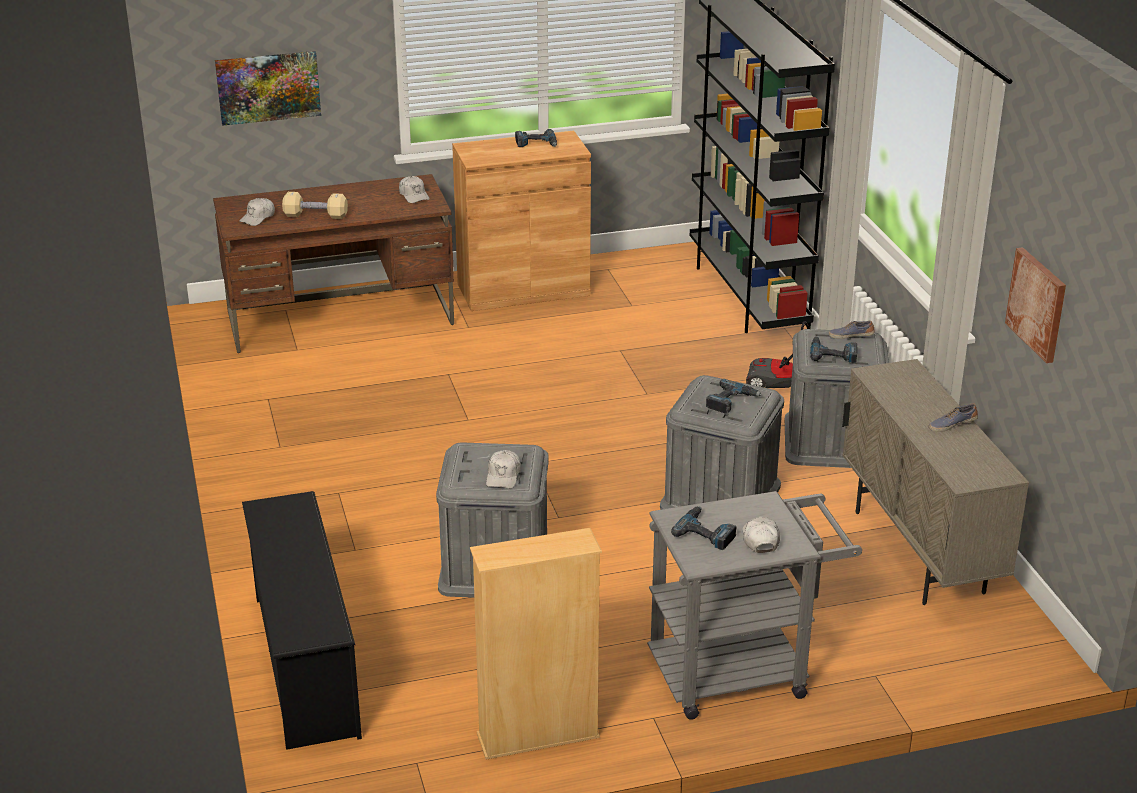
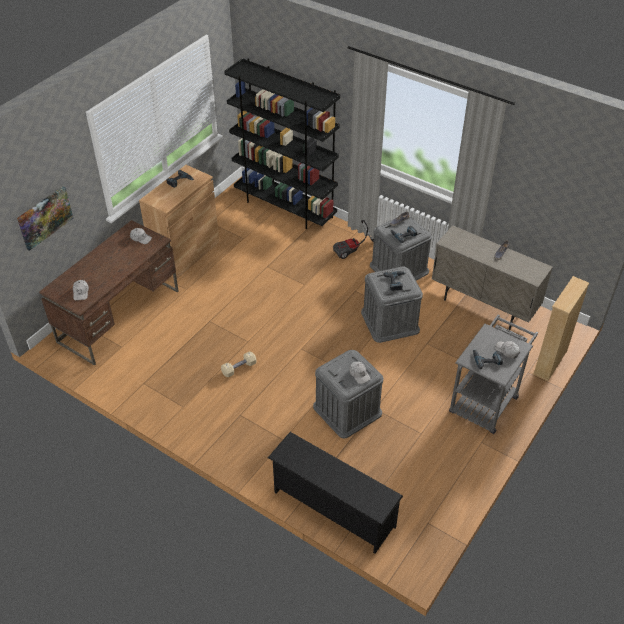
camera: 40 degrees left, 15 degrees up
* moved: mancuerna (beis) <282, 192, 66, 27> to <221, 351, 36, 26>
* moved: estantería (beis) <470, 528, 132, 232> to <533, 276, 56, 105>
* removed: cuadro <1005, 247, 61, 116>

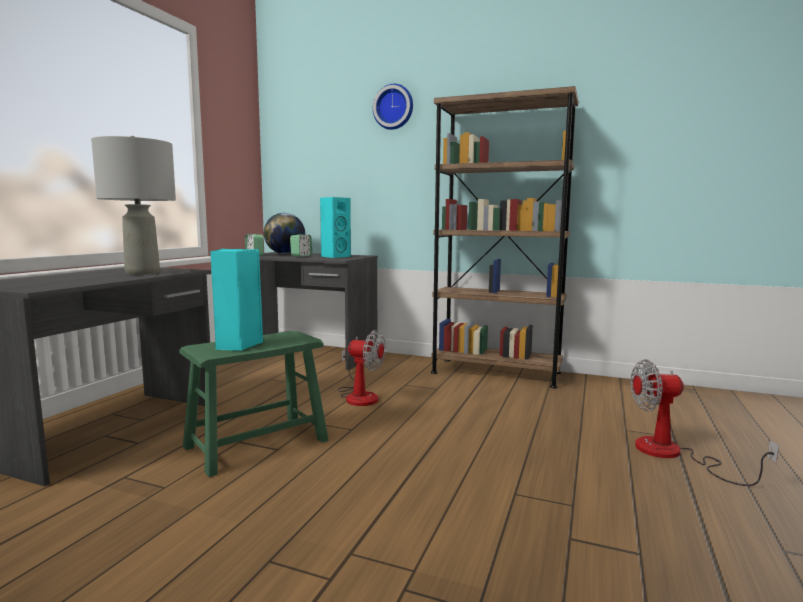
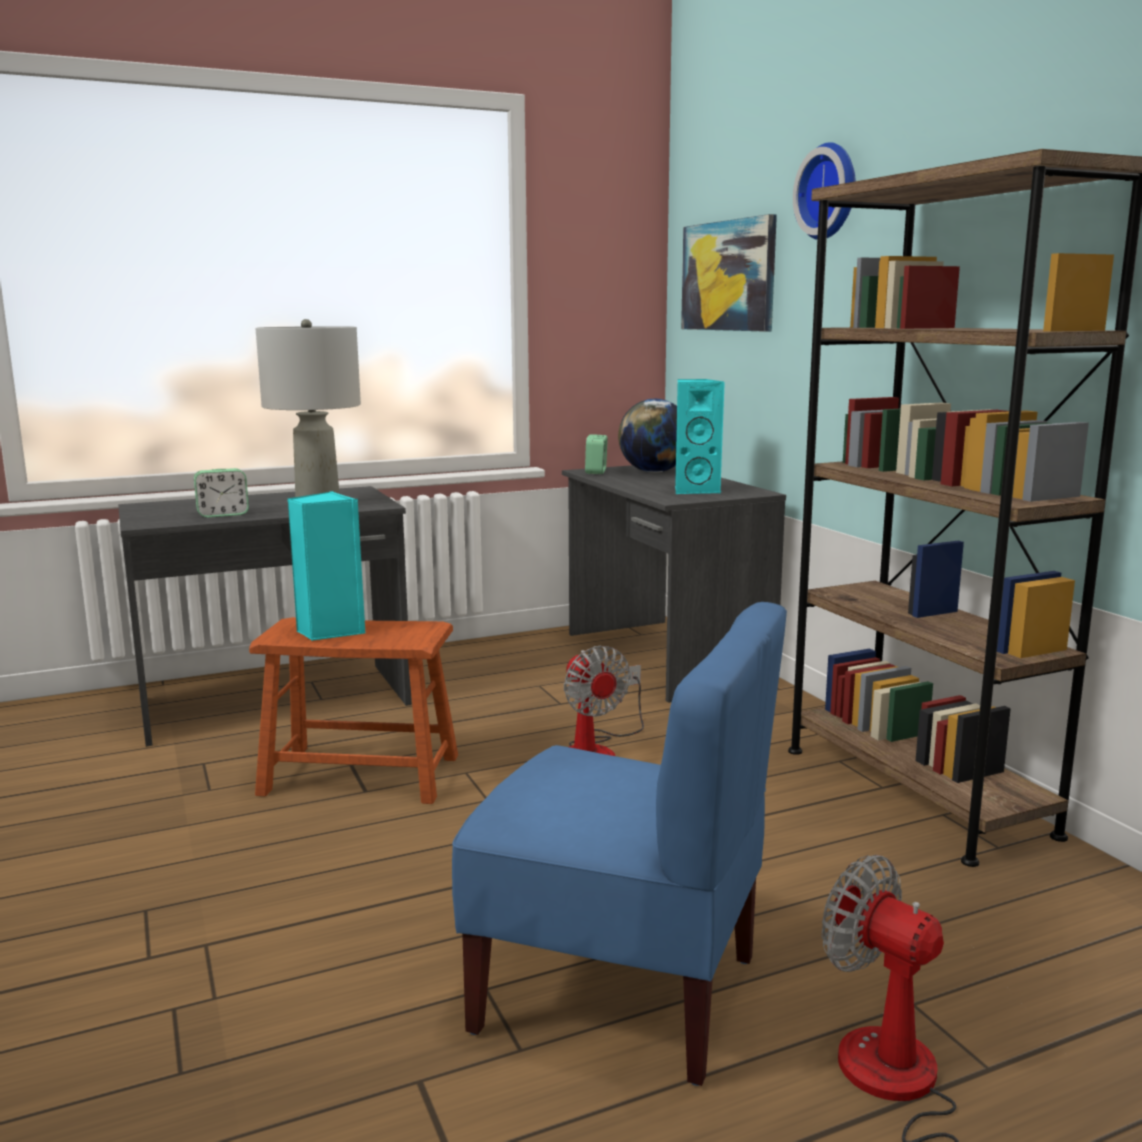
camera: 45 degrees right, 5 degrees up
* moved: despertador <290, 234, 22, 23> to <194, 468, 55, 50>
* recoloured: taburete (verde) <179, 331, 150, 146> to taburete (marrón) <249, 617, 209, 187>
* added: silla (azul) <452, 602, 335, 484>
* added: cuadro <681, 214, 96, 118>

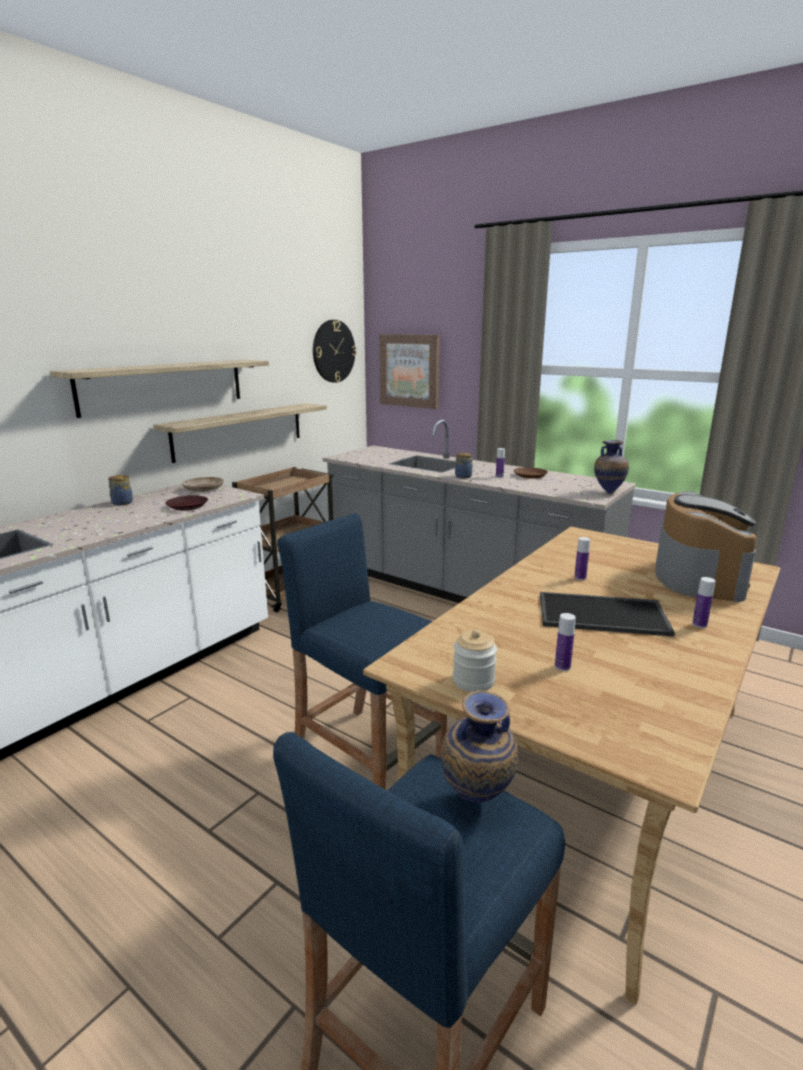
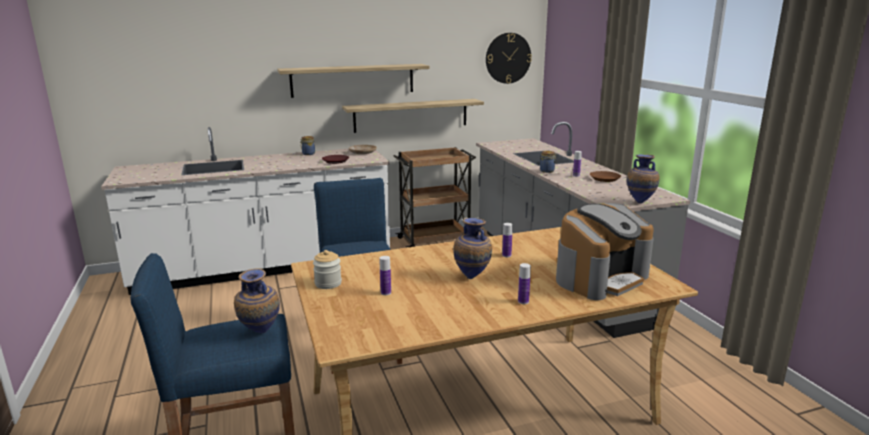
camera: 35 degrees right, 0 degrees up
* replaced: bandeja <540, 592, 135, 45> to florero <453, 218, 39, 61>
* removed: cuadro <379, 334, 61, 75>

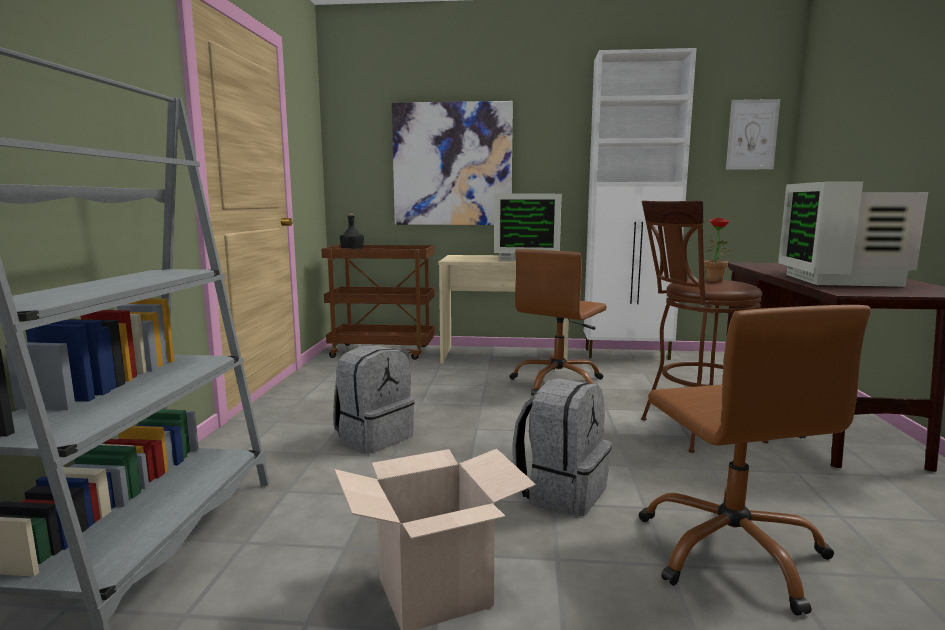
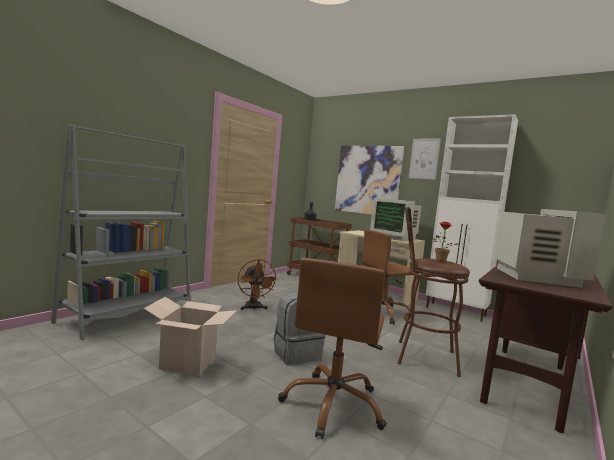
camera: 30 degrees right, 5 degrees down
* replaced: mochila (gris) <333, 345, 82, 108> to ventilador (marrón) <238, 259, 40, 51>
* moved: cuadro <726, 99, 54, 71> to <409, 138, 32, 42>
* turned: monitor <778, 181, 150, 106> = <494, 209, 112, 79> 150 degrees clockwise

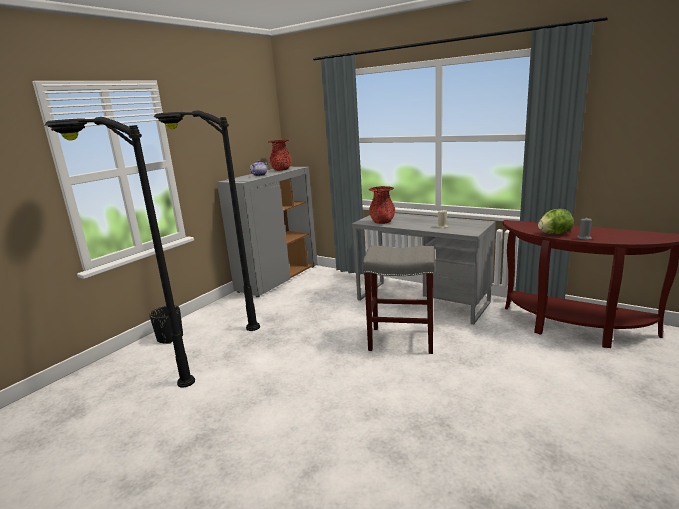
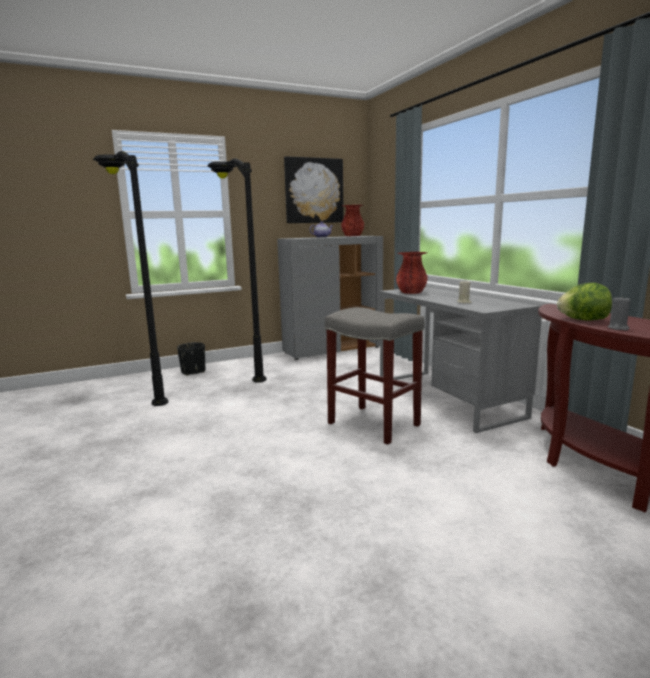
camera: 30 degrees right, 5 degrees down
* added: cuadro <284, 156, 60, 67>

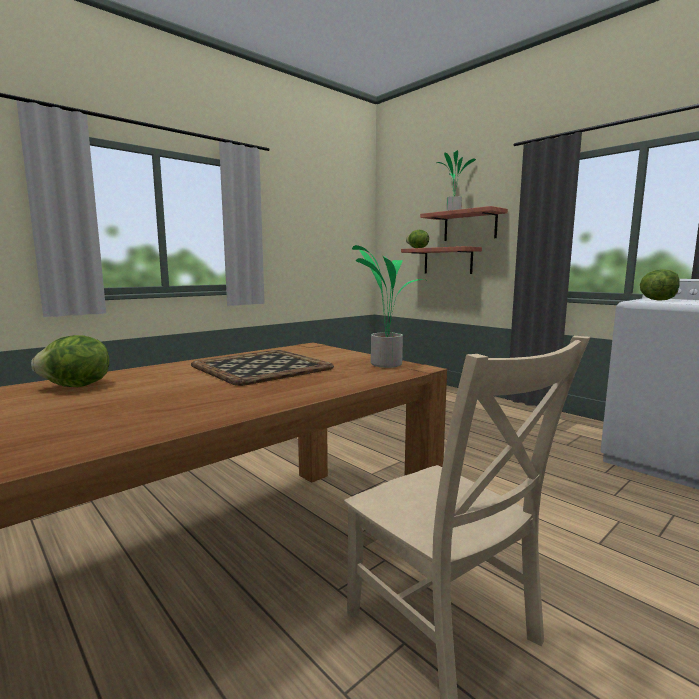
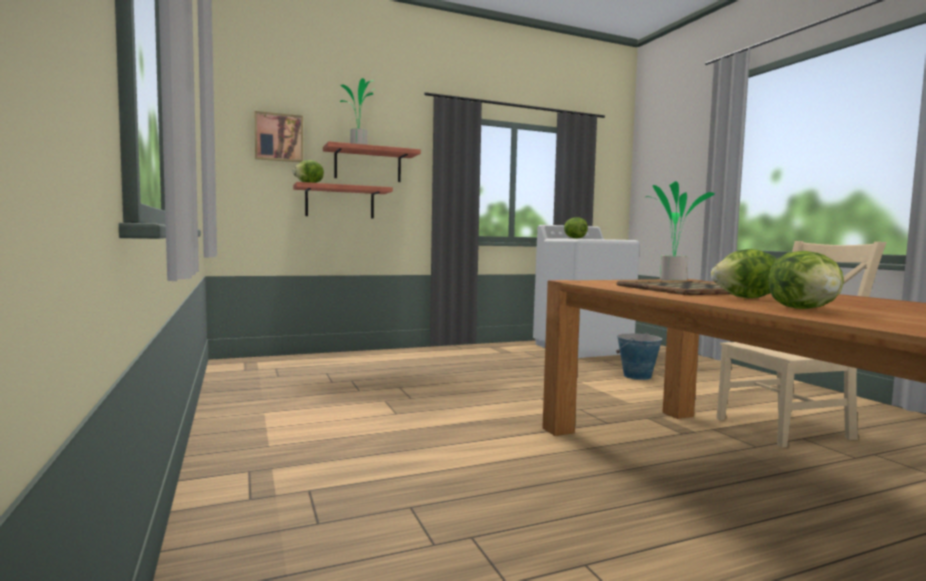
camera: 70 degrees left, 5 degrees down
* added: cuadro <254, 111, 49, 51>
* added: cubo <616, 333, 46, 47>
* added: lechuga <711, 249, 65, 49>

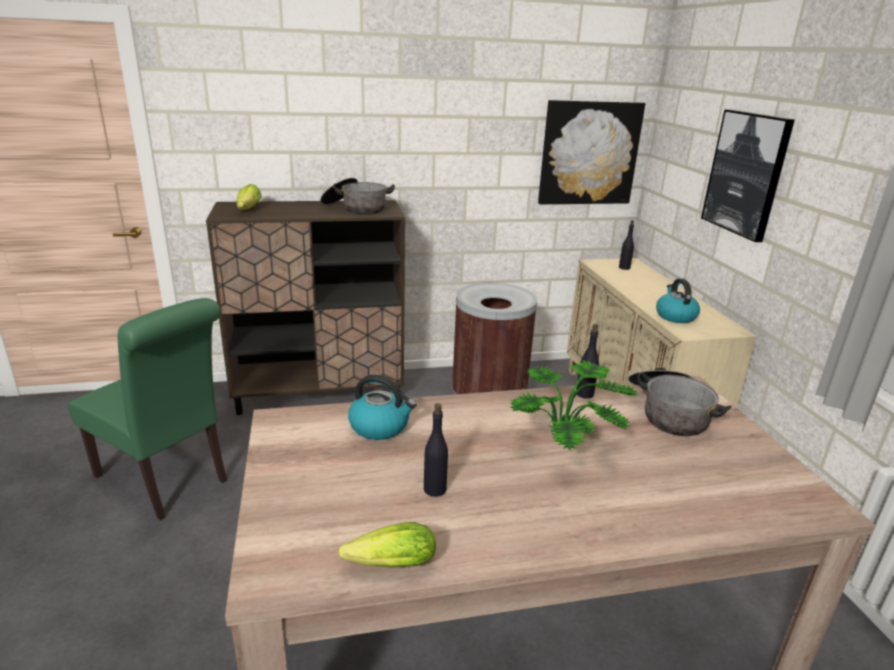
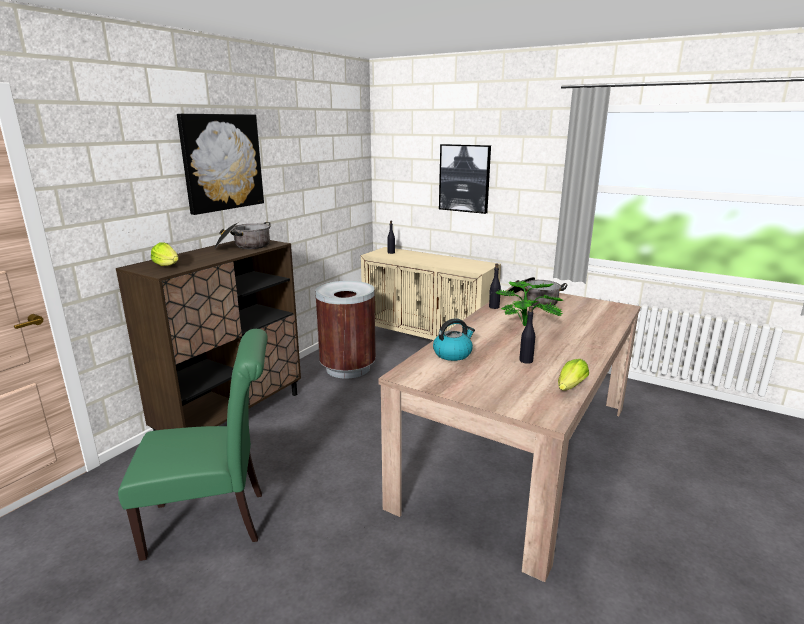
camera: 45 degrees left, 5 degrees down
* moved: cuadro <538, 100, 107, 104> to <177, 114, 87, 101>
* removed: hervidor <656, 278, 44, 45>

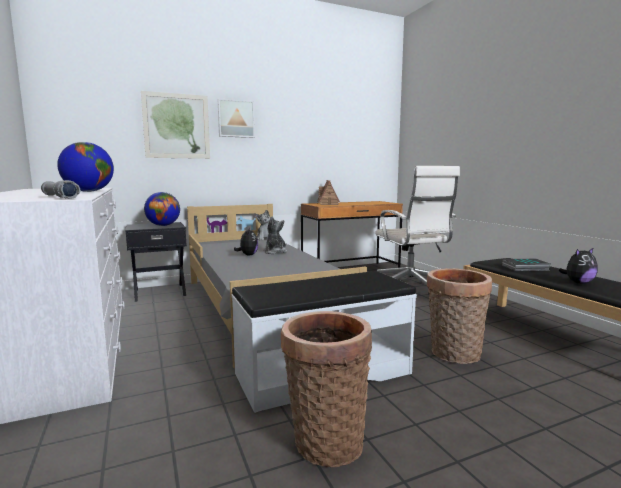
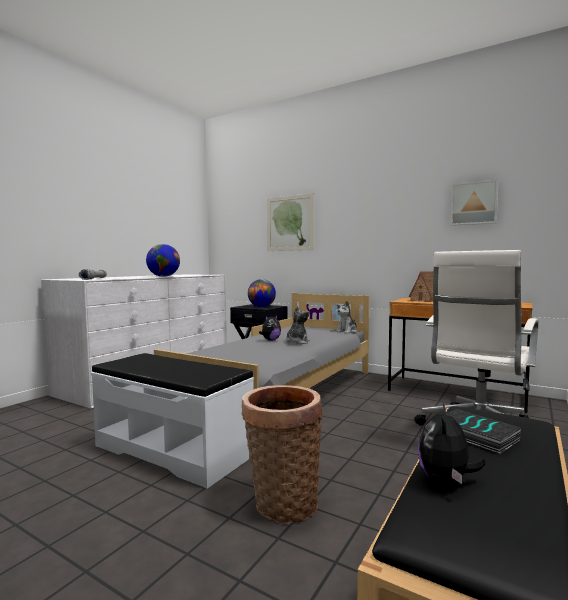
camera: 55 degrees right, 5 degrees down
* turned: peluche <559, 248, 39, 36> = <418, 404, 67, 81> 75 degrees clockwise
* moved: cuadro <218, 98, 37, 40> to <451, 179, 47, 47>
* removed: cesta <281, 311, 91, 156>

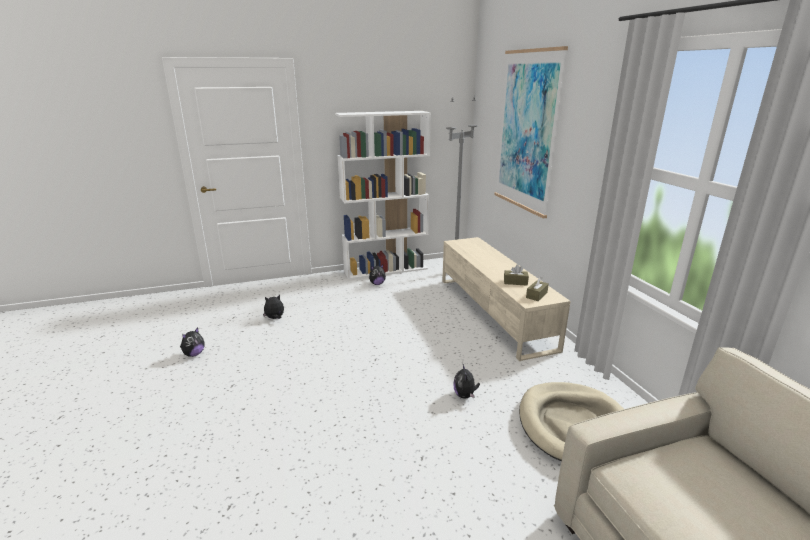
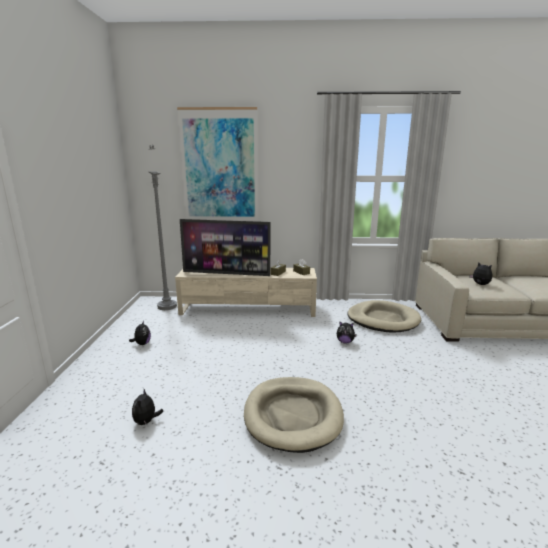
camera: 70 degrees left, 5 degrees down
* added: televisor <180, 219, 91, 57>
* added: cama para perro (beis) <244, 377, 100, 76>
* moved: peluche <180, 328, 25, 29> to <470, 262, 22, 23>
* removed: estantería (blanco) <335, 111, 96, 169>

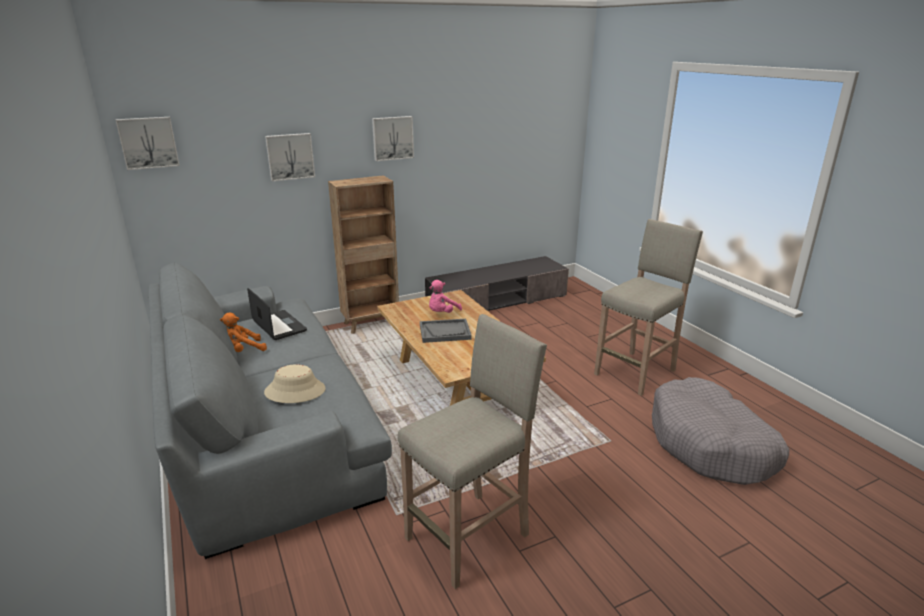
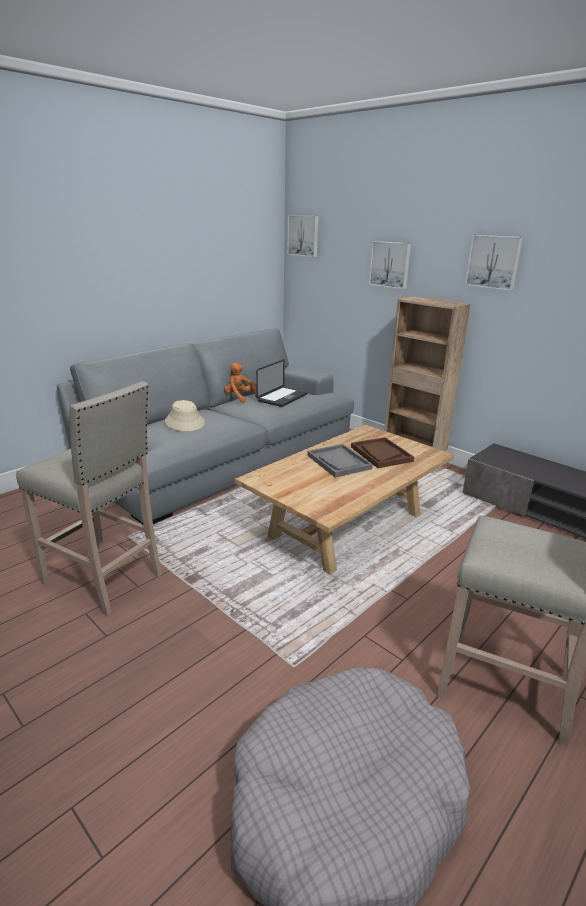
camera: 70 degrees right, 0 degrees up
* replaced: peluche (rosa) <429, 280, 33, 33> to bandeja (marrón) <351, 437, 63, 31>

